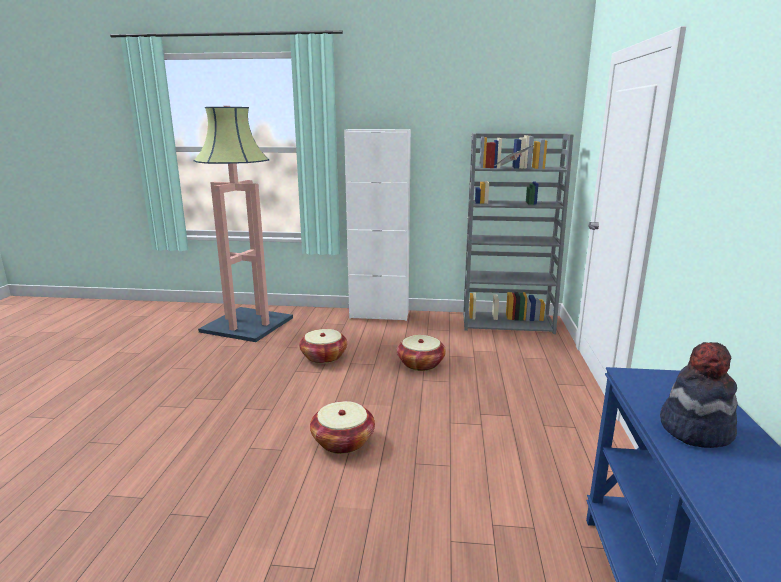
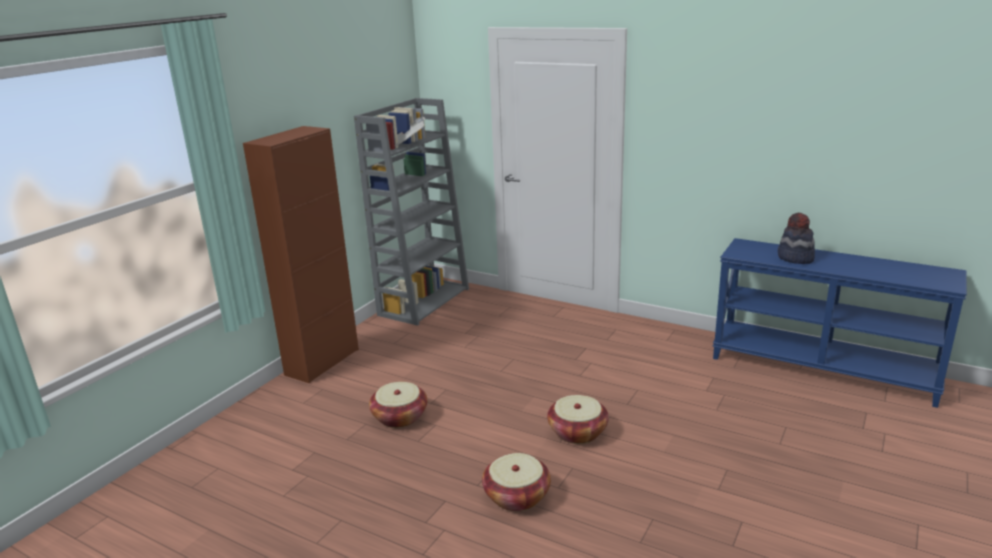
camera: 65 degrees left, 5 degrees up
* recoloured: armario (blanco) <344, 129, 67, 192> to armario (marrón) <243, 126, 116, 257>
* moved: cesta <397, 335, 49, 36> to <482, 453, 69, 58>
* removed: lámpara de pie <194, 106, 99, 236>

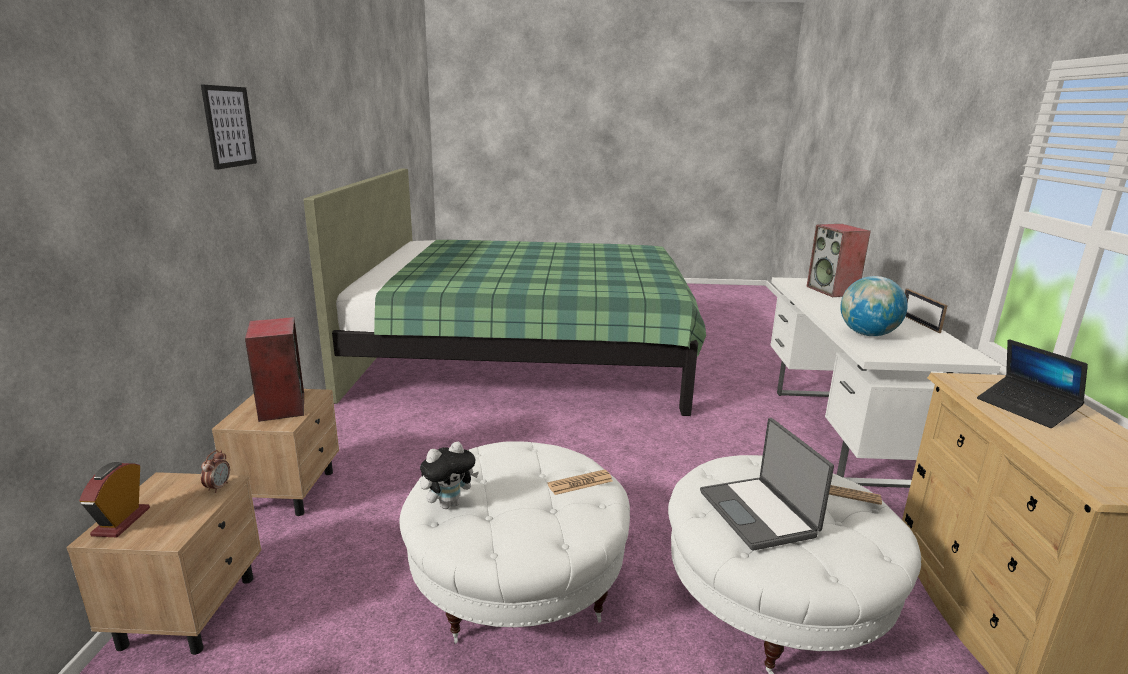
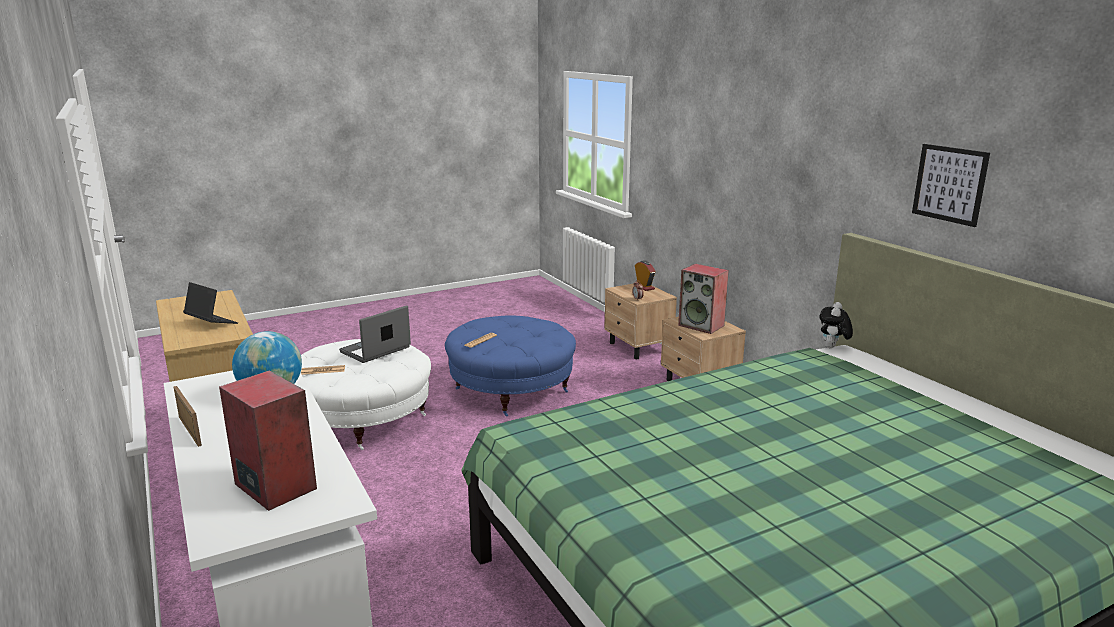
camera: 150 degrees right, 0 degrees up
* turned: portátil <700, 418, 134, 132> = <339, 306, 72, 57> 90 degrees counterclockwise
* recoloured: puf (blanco) <399, 441, 231, 203> to puf (azul) <445, 316, 131, 101>
* moved: peluche <420, 442, 59, 67> to <819, 302, 34, 46>
* moved: cuadro <201, 85, 56, 85> to <912, 144, 78, 83>

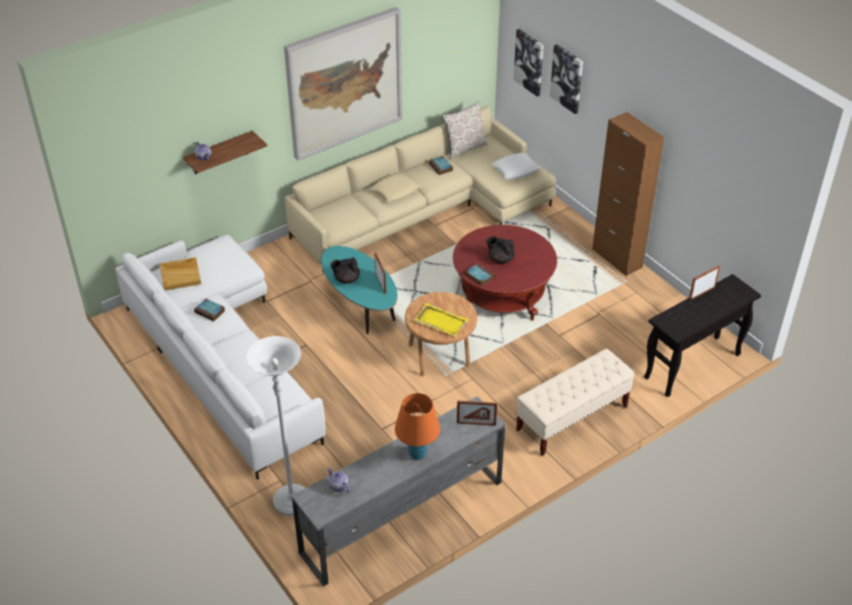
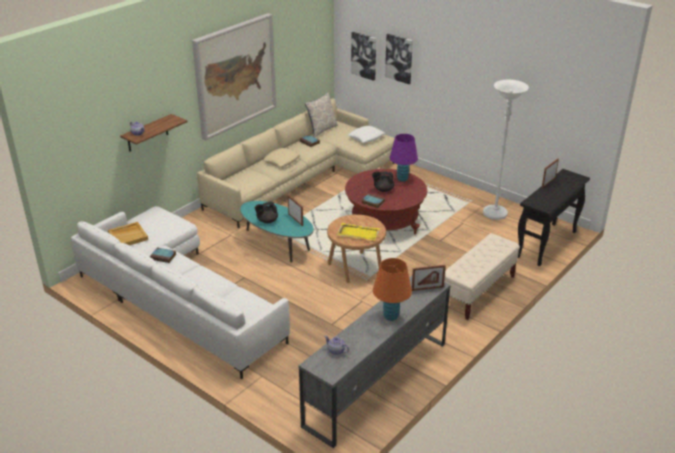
camera: 15 degrees left, 10 degrees down
* added: lámpara de mesa (morado) <390, 134, 28, 48>
* moved: lámpara de pie (blanco) <246, 336, 59, 180> to <483, 80, 46, 140>
* removed: armario (marrón) <592, 112, 72, 164>

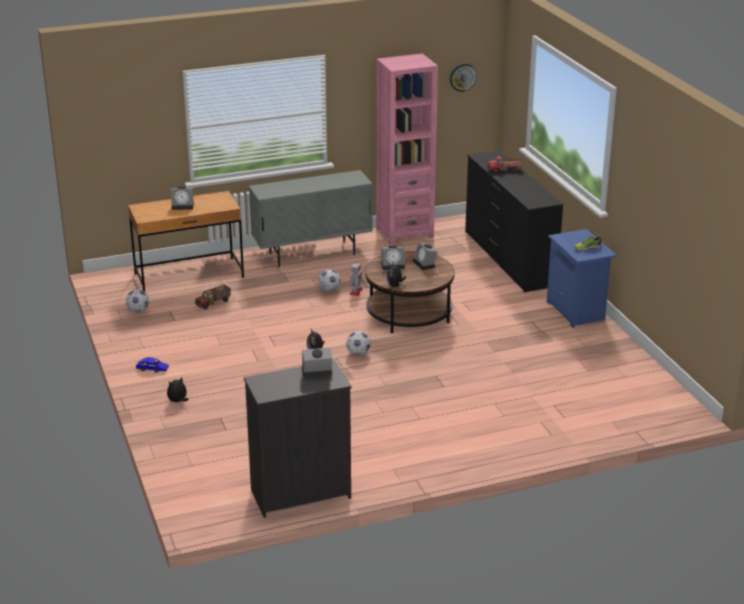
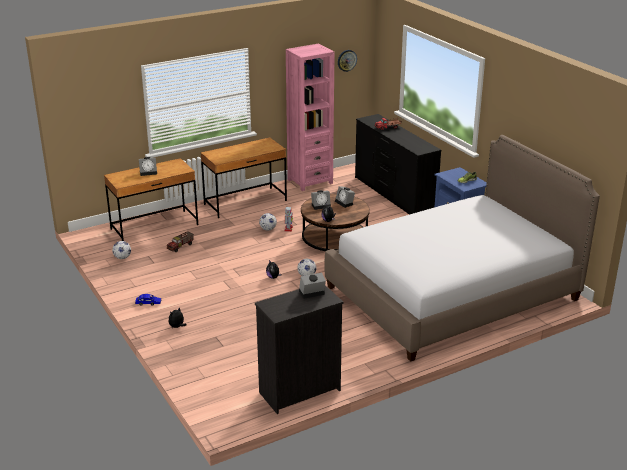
camera: 10 degrees left, 0 degrees up
* replaced: armario (gris) <249, 170, 124, 97> to escritorio (marrón) <201, 138, 86, 80>
* added: cama <325, 135, 275, 227>

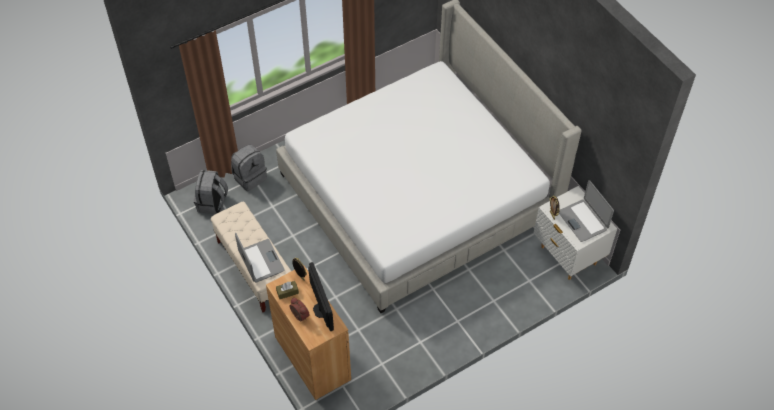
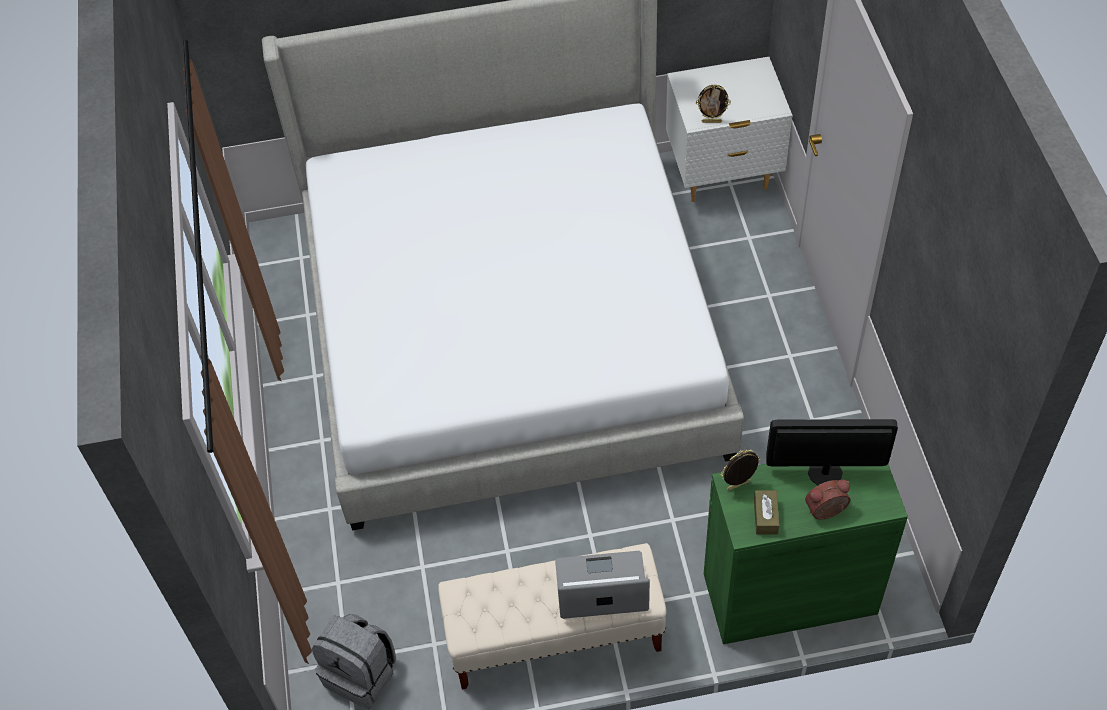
camera: 65 degrees left, 0 degrees up
* recoloured: armario (marrón) <266, 265, 85, 135> to armario (verde) <704, 464, 204, 180>
* removed: mochila (gris) <231, 144, 36, 47>
* removed: portátil <559, 180, 55, 62>

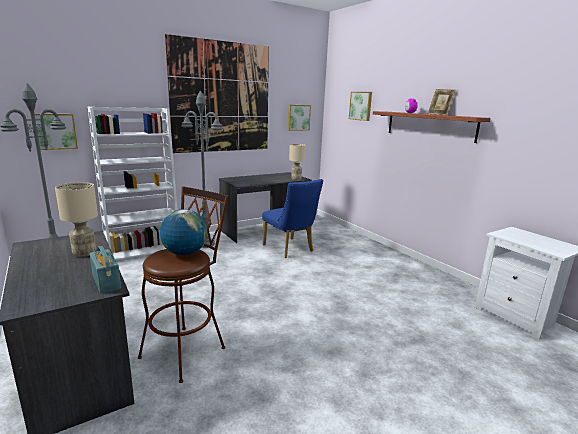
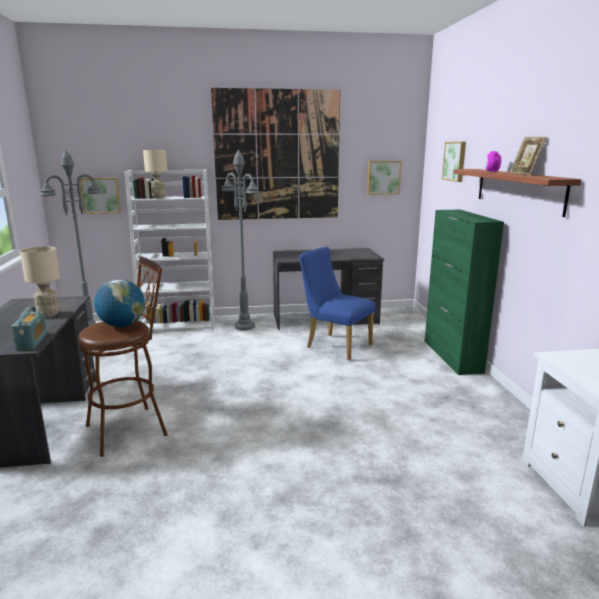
camera: 25 degrees right, 0 degrees up
* moved: lámpara de mesa (beis) <289, 144, 17, 36> to <143, 150, 24, 48>
* turned: silla (azul) <262, 179, 61, 79> = <299, 247, 77, 113> 135 degrees clockwise
* added: armario (verde) <425, 210, 79, 165>

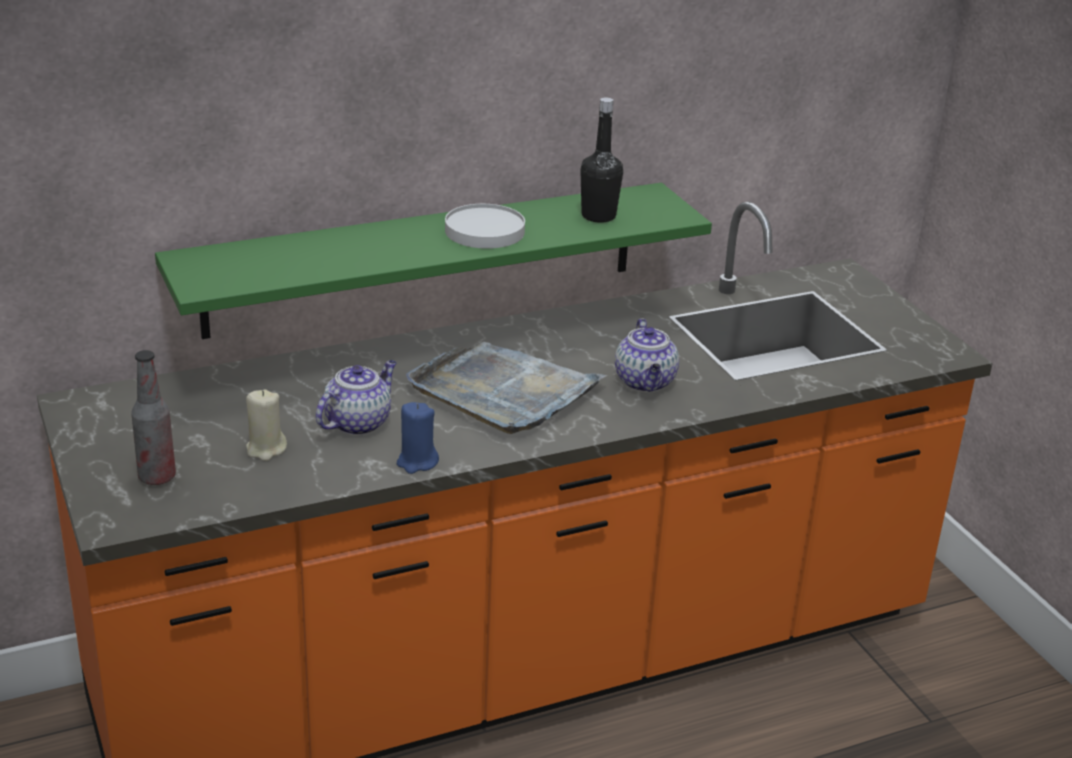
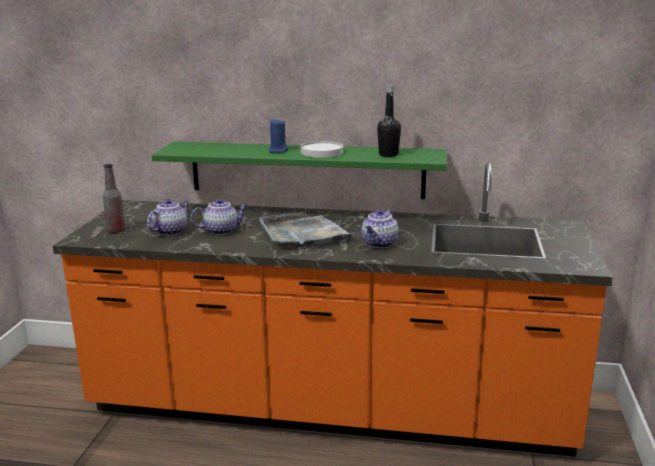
camera: 35 degrees right, 10 degrees down
* replaced: vela (beis) <246, 390, 41, 71> to tetera <147, 199, 42, 37>
* moved: vela (azul) <397, 402, 42, 72> to <268, 118, 20, 35>

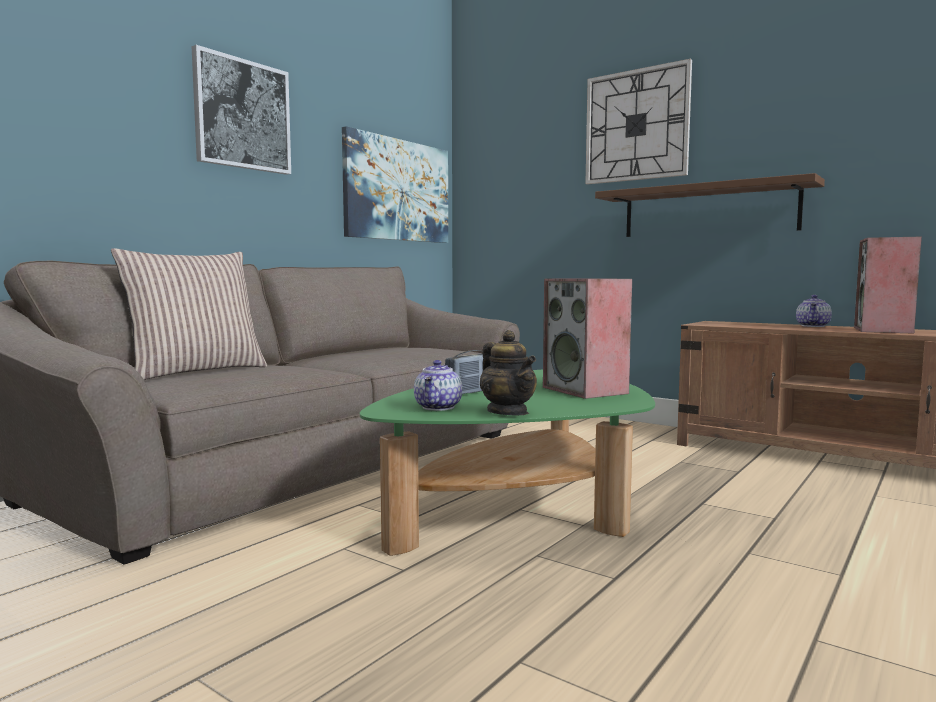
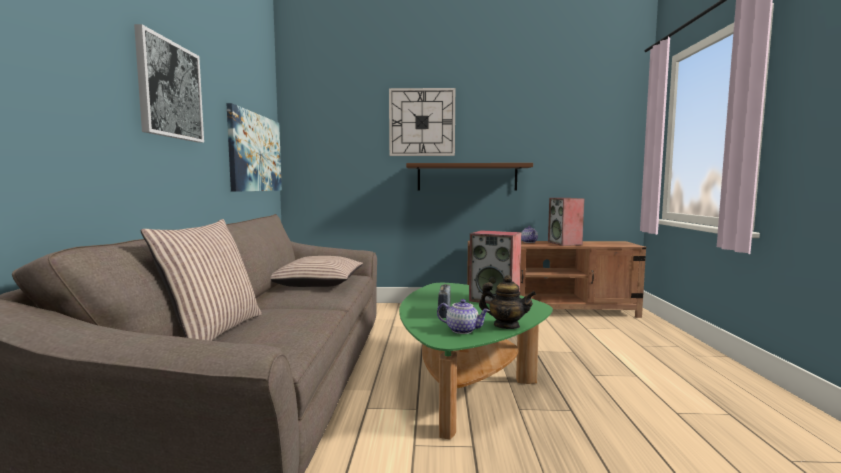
camera: 35 degrees left, 0 degrees up
* added: cojín <271, 256, 92, 31>
* turned: tetera <414, 360, 48, 51> = <437, 299, 53, 35> 45 degrees counterclockwise

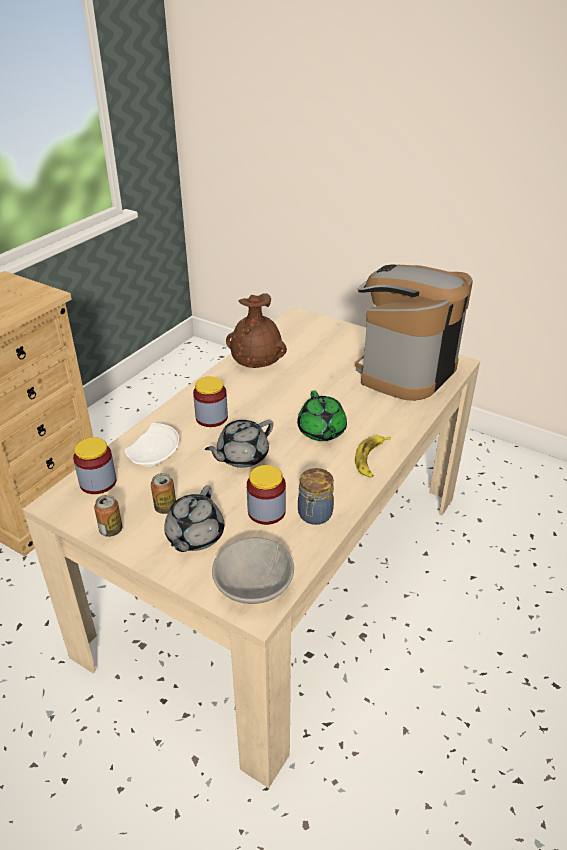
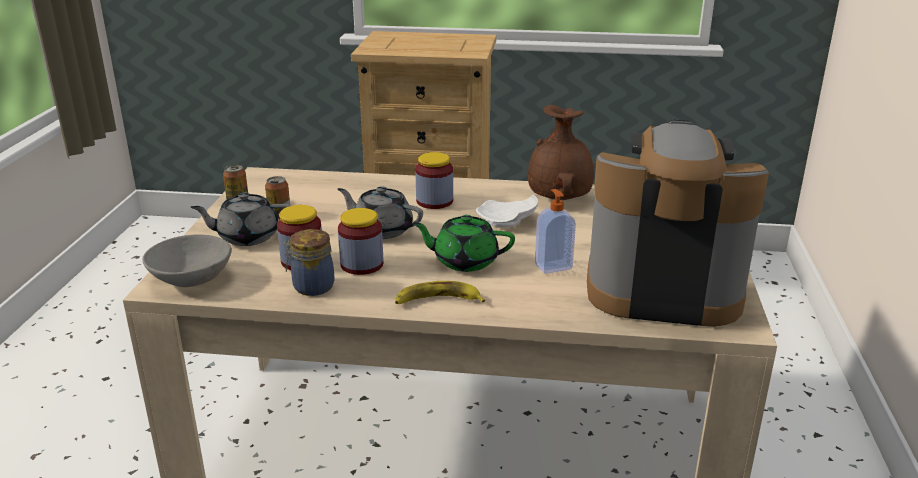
camera: 65 degrees right, 10 degrees down
* moved: tarro <73, 437, 43, 57> to <338, 208, 45, 67>
* turned: tetera (verde) <297, 390, 50, 51> = <412, 215, 103, 57> 45 degrees clockwise
* moved: plato (blanco) <125, 423, 54, 44> to <476, 195, 62, 33>
* added: dispensador de jabón <535, 189, 41, 85>

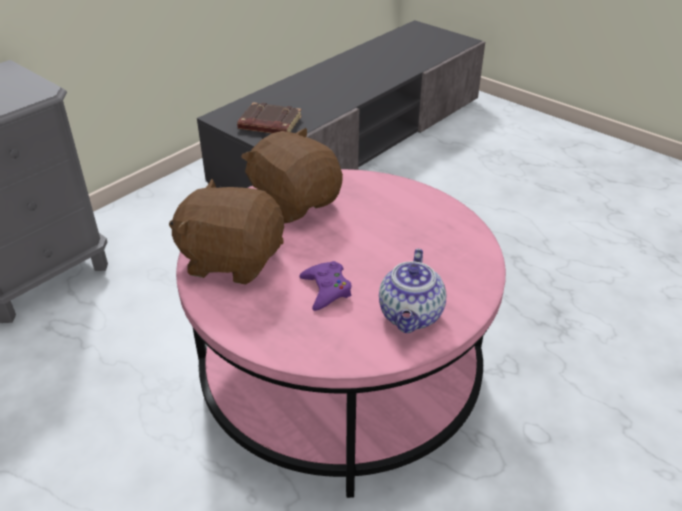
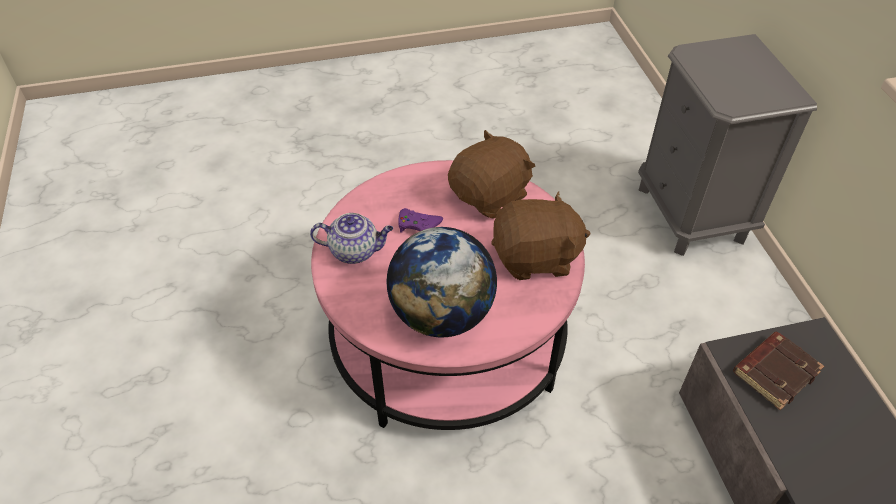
camera: 125 degrees right, 10 degrees up
* turned: tetera <379, 249, 67, 84> = <310, 213, 83, 51> 135 degrees clockwise
* added: globo terráqueo <387, 227, 110, 110>

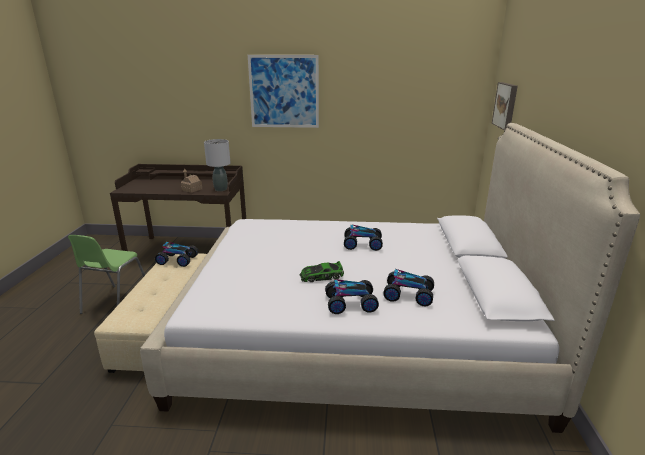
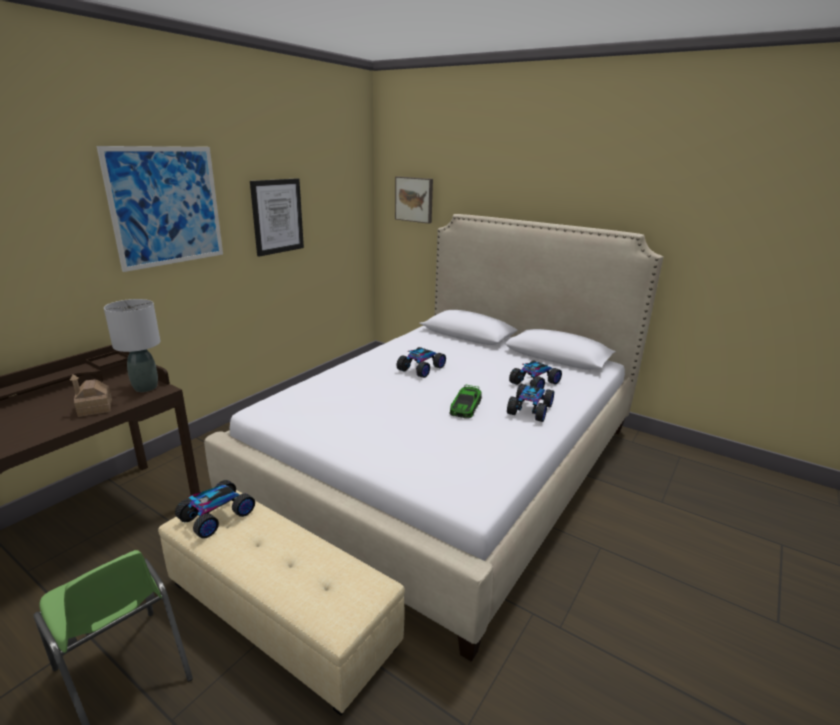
camera: 60 degrees left, 0 degrees up
* added: cuadro <250, 178, 54, 79>

